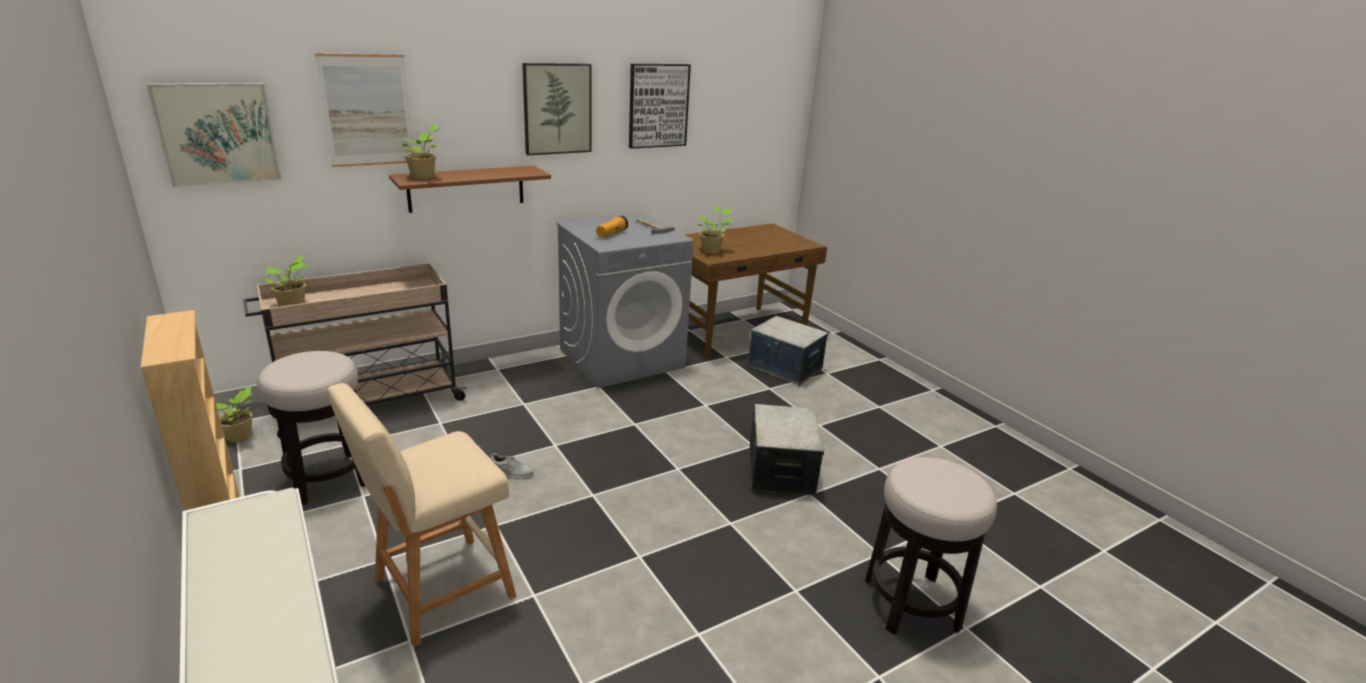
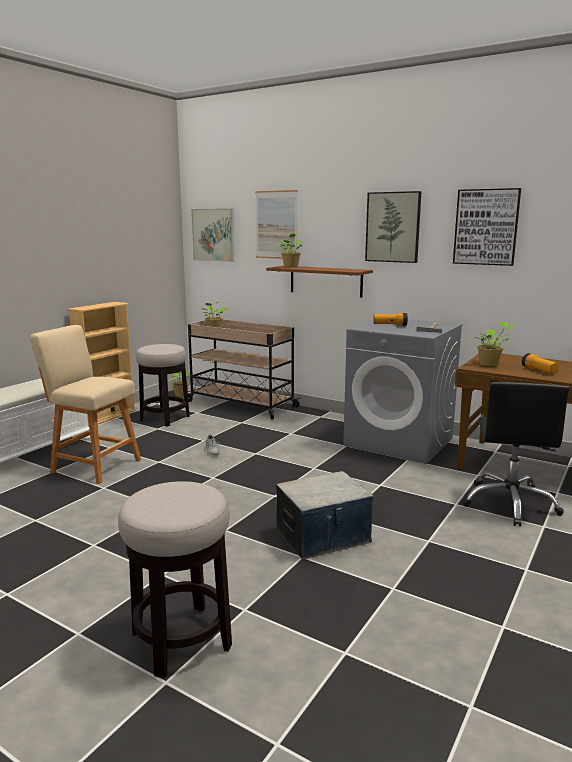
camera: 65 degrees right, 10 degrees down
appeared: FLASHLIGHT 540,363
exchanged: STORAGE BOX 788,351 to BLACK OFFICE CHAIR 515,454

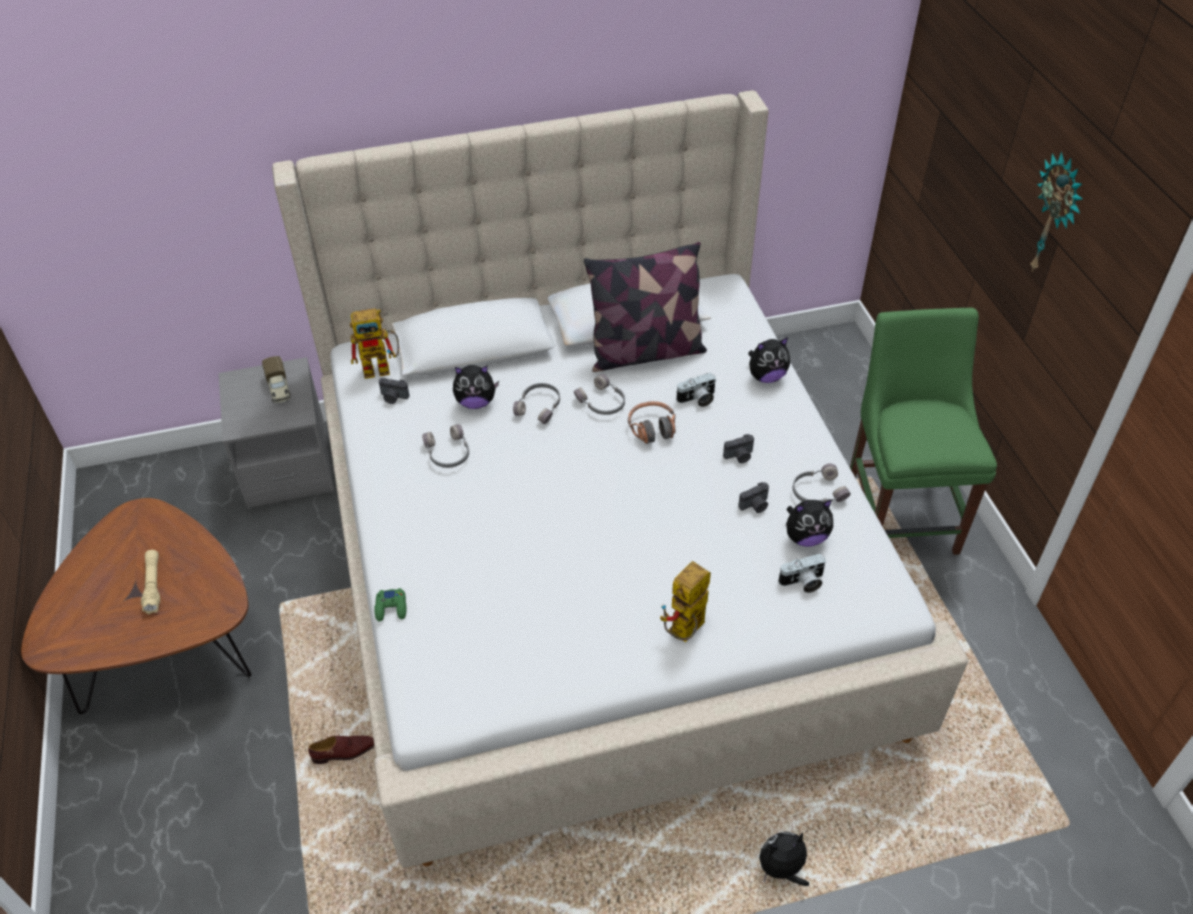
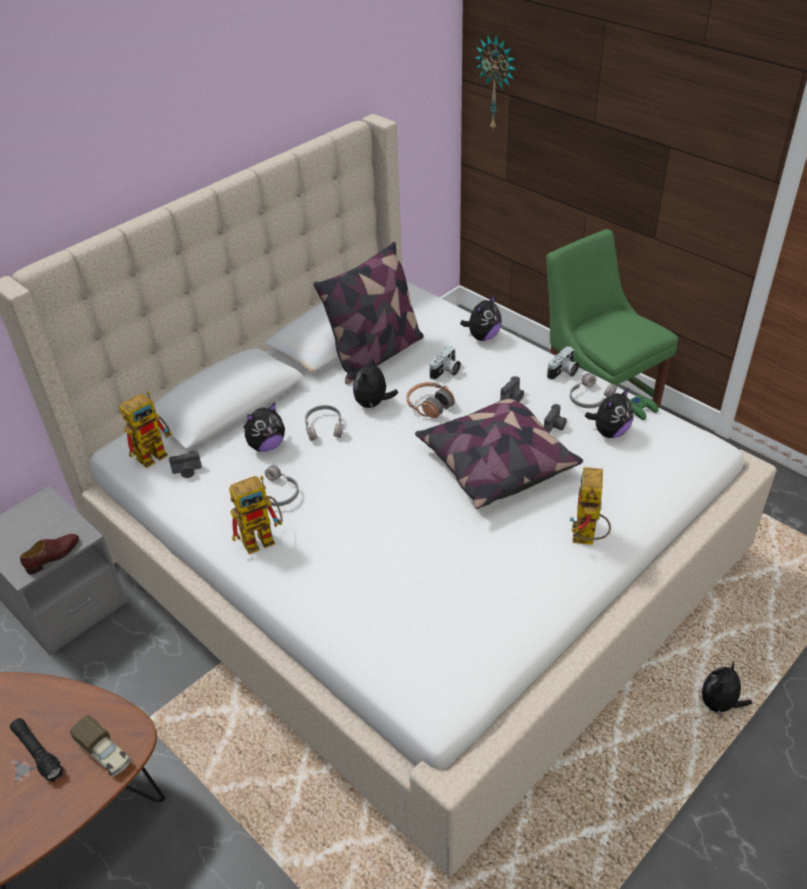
camera: 30 degrees left, 5 degrees down
appeared: PILLOW 499,452; TOY ROBOT 255,515
relocated: WALL CLOCK 1056,212 to 495,83; TOY TRUCK 276,379 to 101,746; PHOTO CAMERA 802,573 to 563,363; GREEN GAME CONTROLLER 390,604 to 644,407; BROWN SHOE 341,750 to 49,554
exchanged: GREY HEADPHONES 599,394 to PLUSH TOY 375,383
colour: BEIGE FLASHLIGHT 150,582 to BLACK FLASHLIGHT 36,750

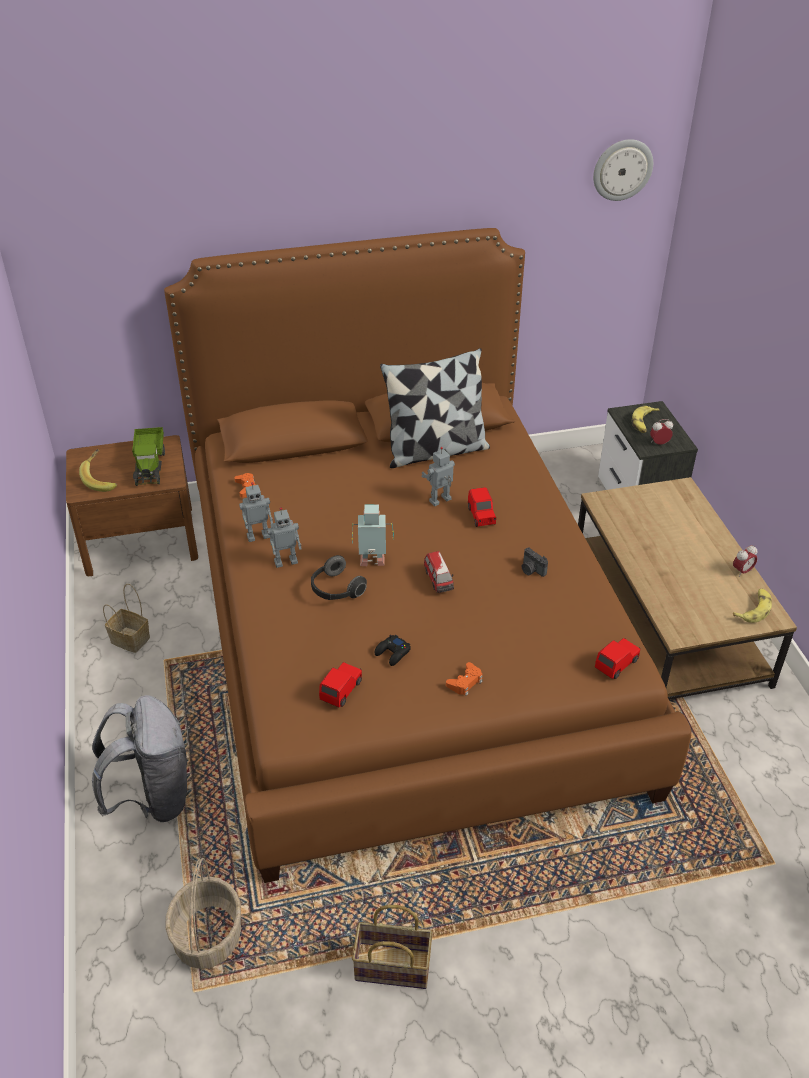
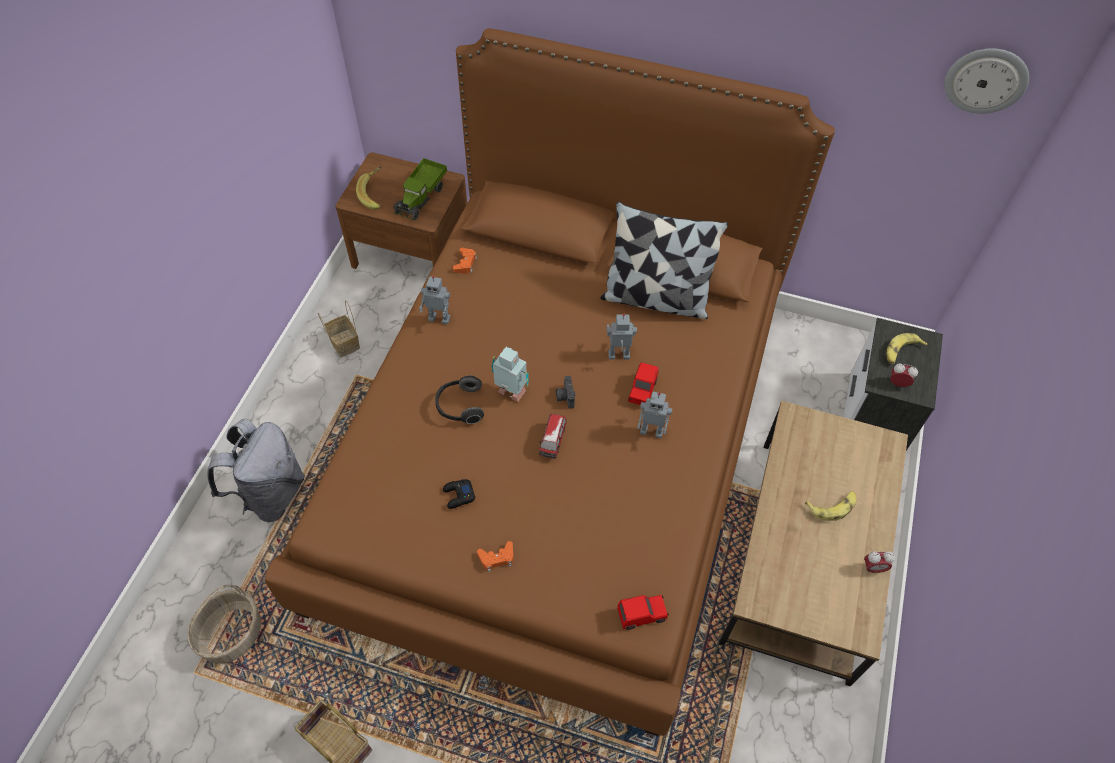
camera: 30 degrees right, 15 degrees up
missing: RED TOY CAR 340,684
relocated: TOY ROBOT 284,537 to 654,415; PHOTO CAMERA 535,562 to 565,392; BANANA 752,606 to 830,506

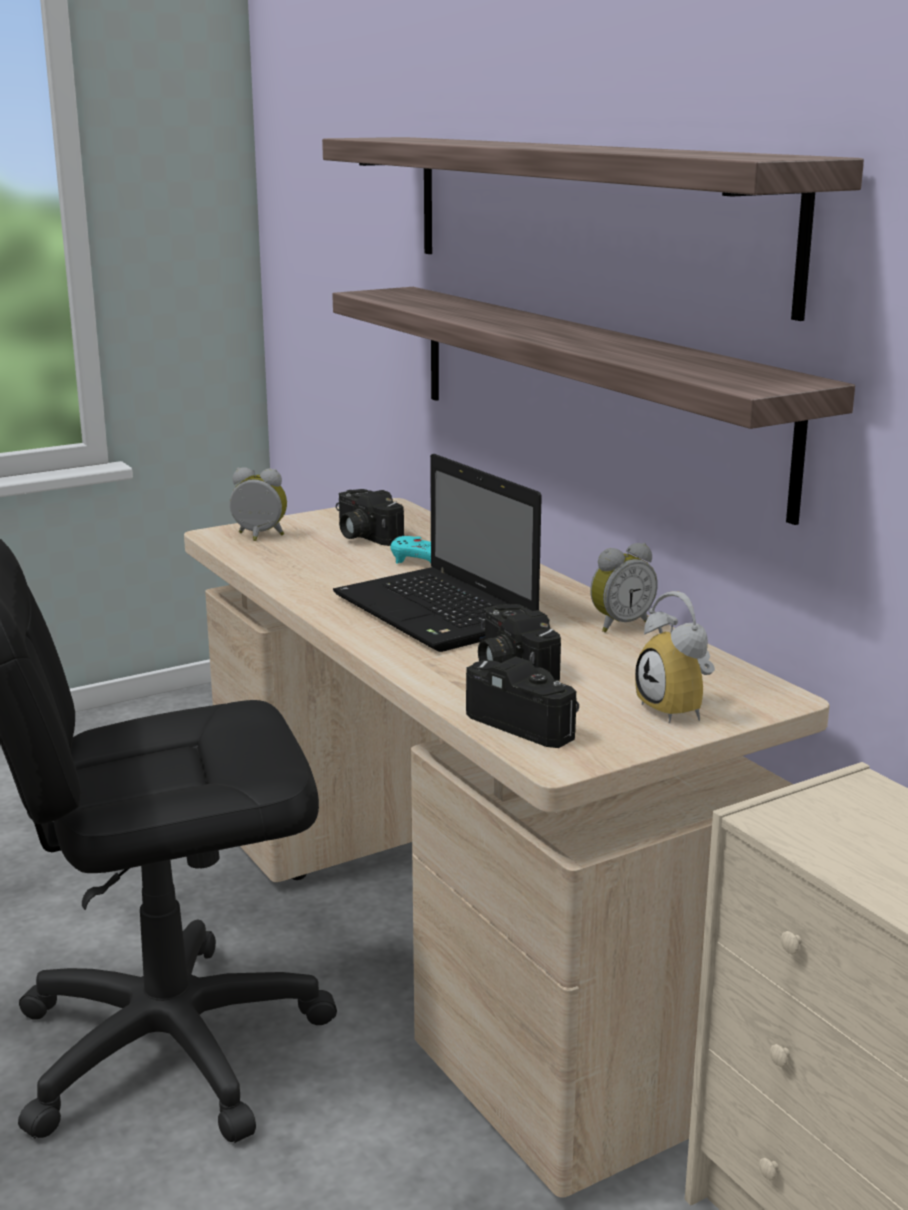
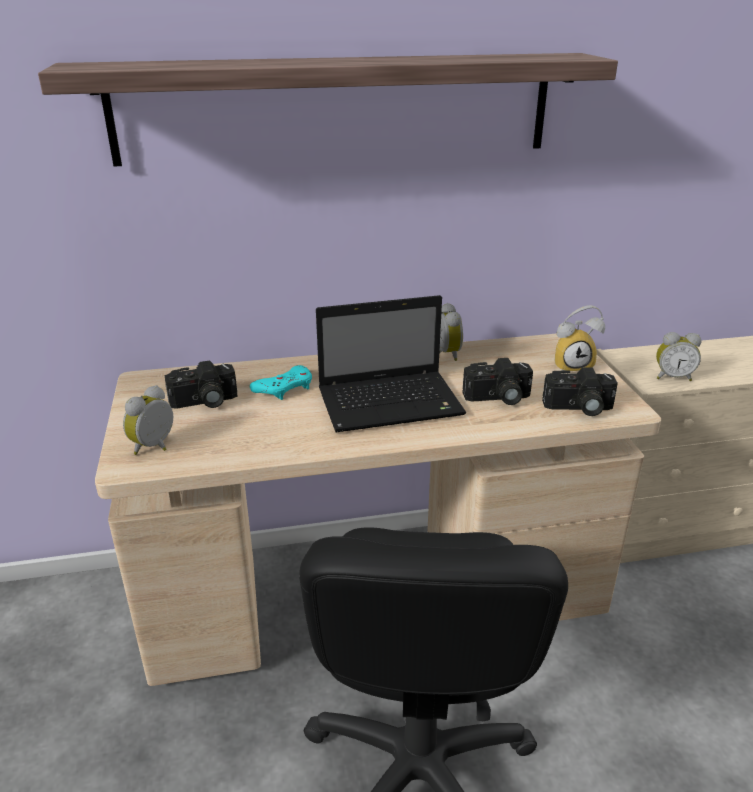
camera: 70 degrees left, 10 degrees up
missing: SHELF 593,406
appeared: ALARM CLOCK 678,356
spun: PHOTO CAMERA 522,702 = 580,391 150 degrees counterclockwise

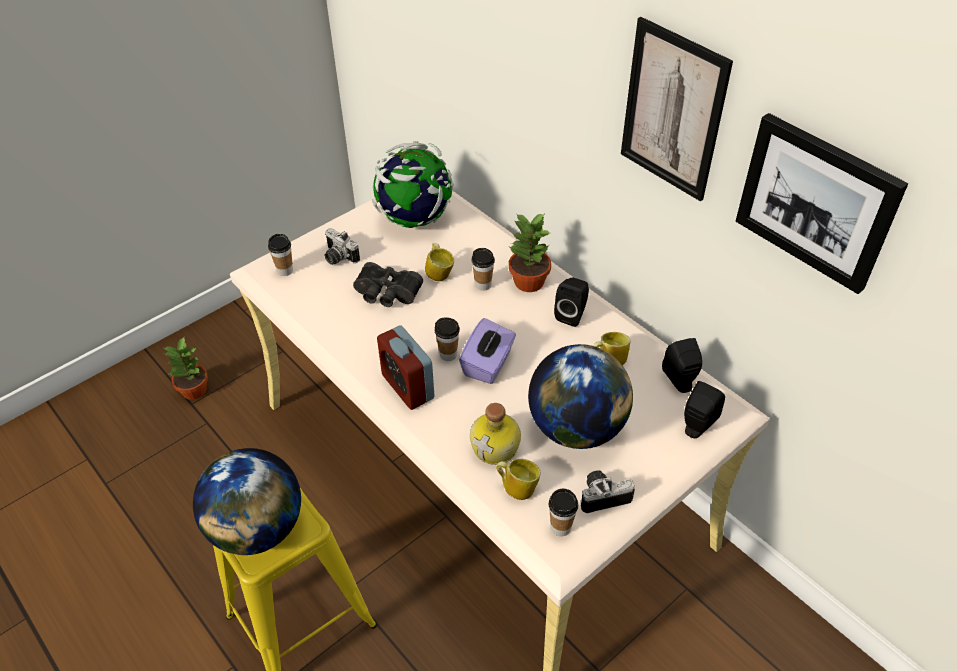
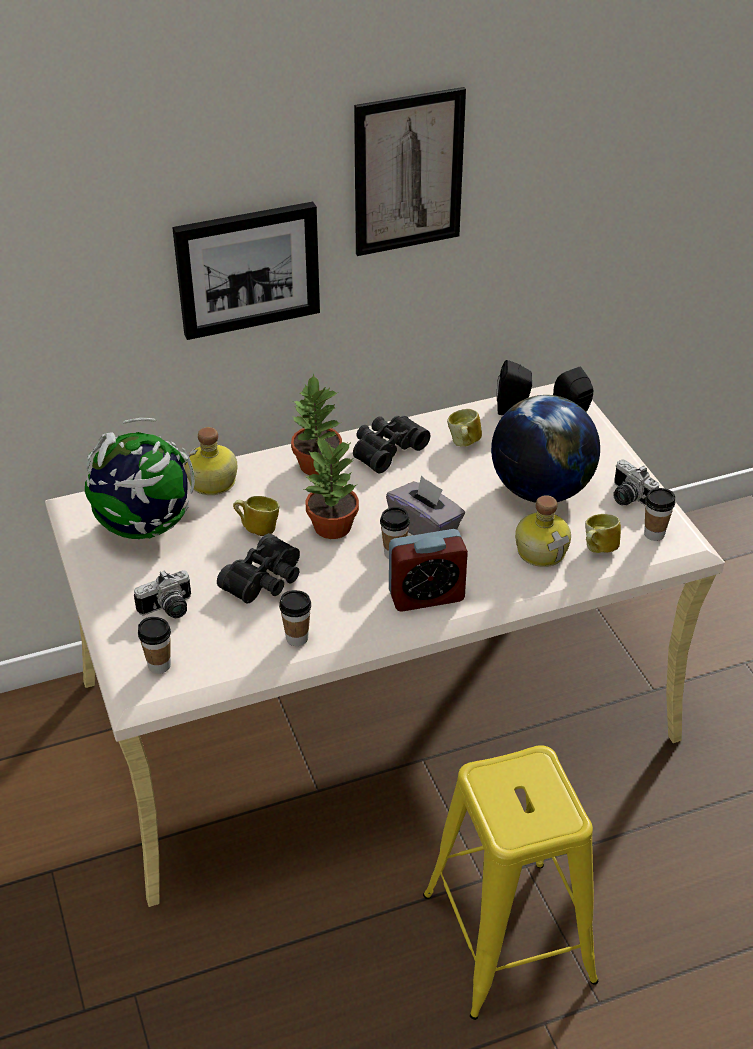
camera: 70 degrees left, 5 degrees down
missing: GLOBE 247,501
appeared: BOTTLE 210,461
relocated: PICTURE 822,203 to 246,271; CUP 483,269 to 295,618; POTTED PLANT 186,369 to 331,487
exchanged: BLACK SPEAKER 571,302 to BLACK BINOCULARS 391,444
colour: PURPLE TISSUE BOX 487,351 to GREY TISSUE BOX 425,505
spun: PHOTO CAMERA 608,491 = 636,482 45 degrees counterclockwise

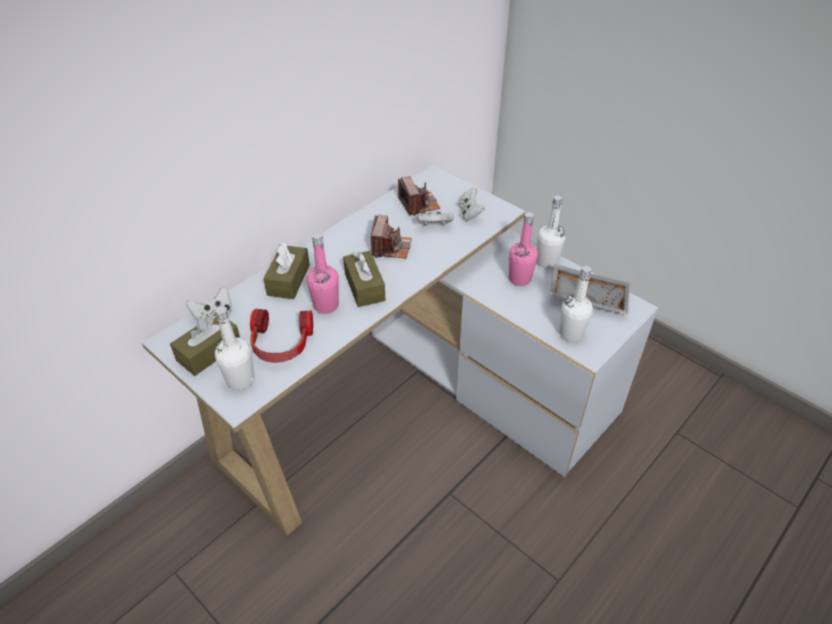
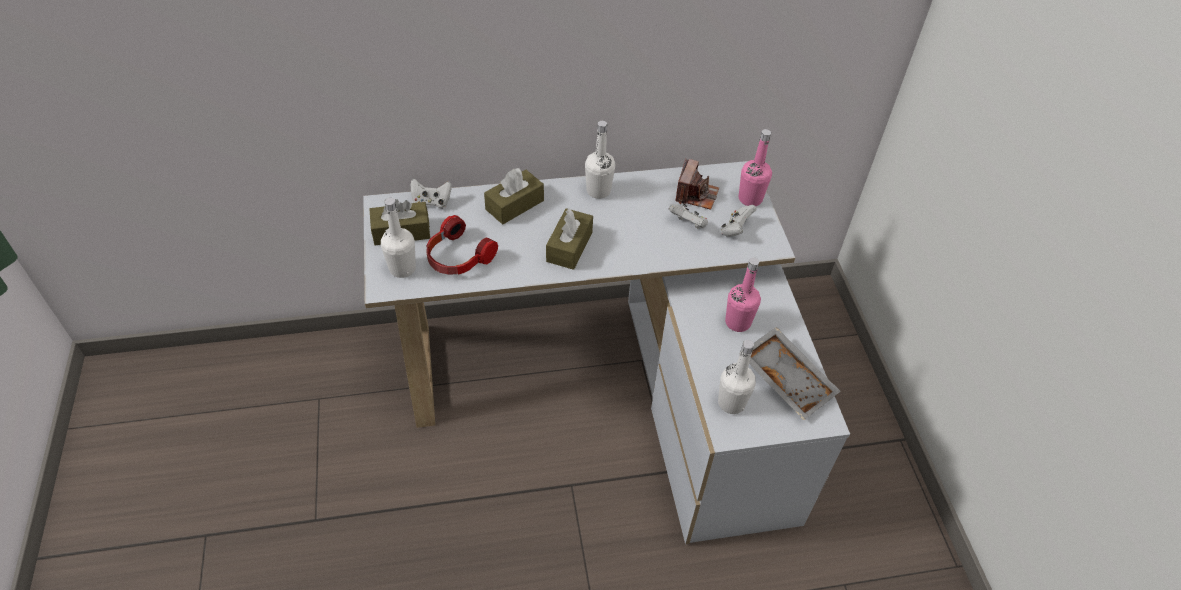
camera: 35 degrees right, 5 degrees up
missing: PHOTO CAMERA 391,237
relocated: WHITE BOTTLE 551,231 to 600,160; PINK BOTTLE 323,273 to 755,167

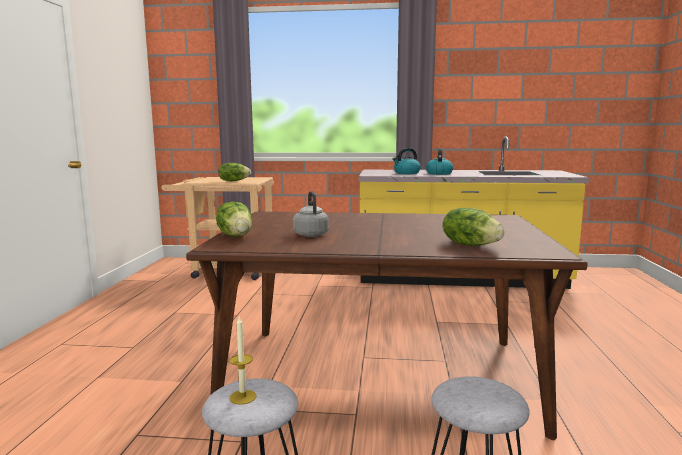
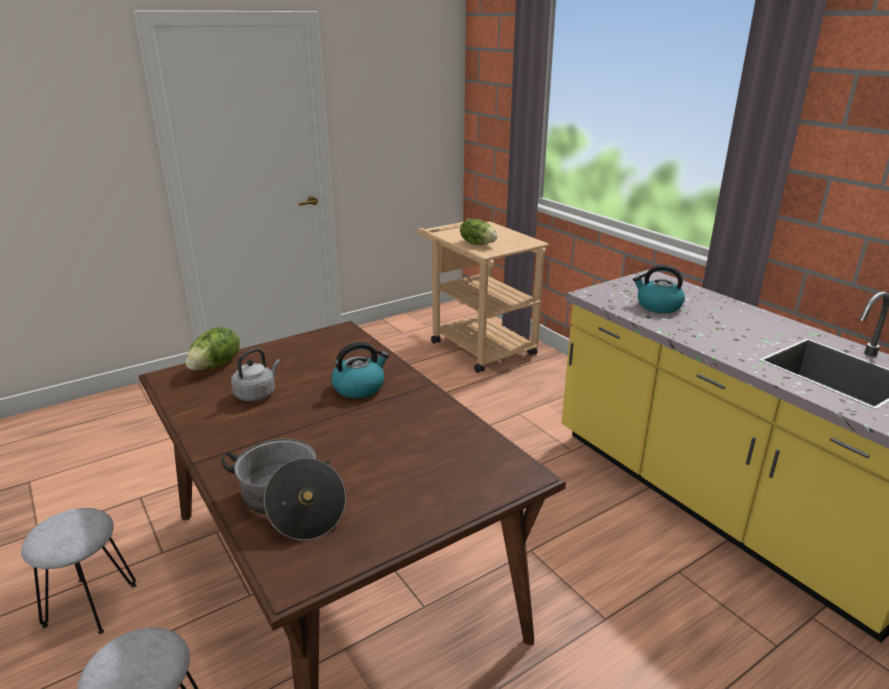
camera: 50 degrees right, 15 degrees up
missing: CANDLE 242,361
relocated: KETTLE 439,161 to 360,370
exchanged: LETTUCE 474,227 to COOKING POT 283,489

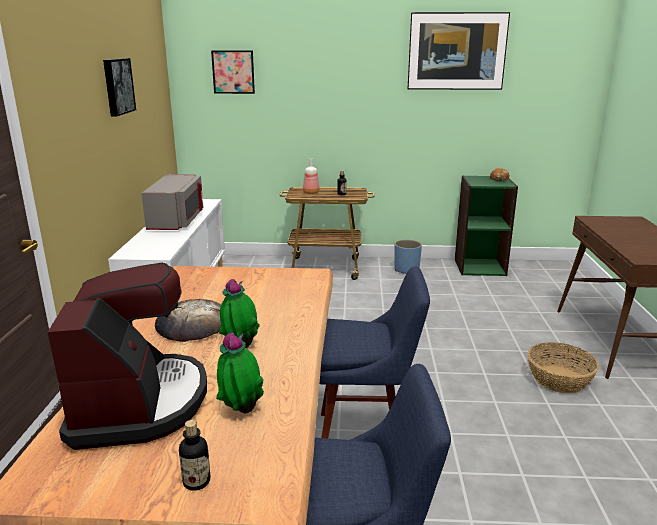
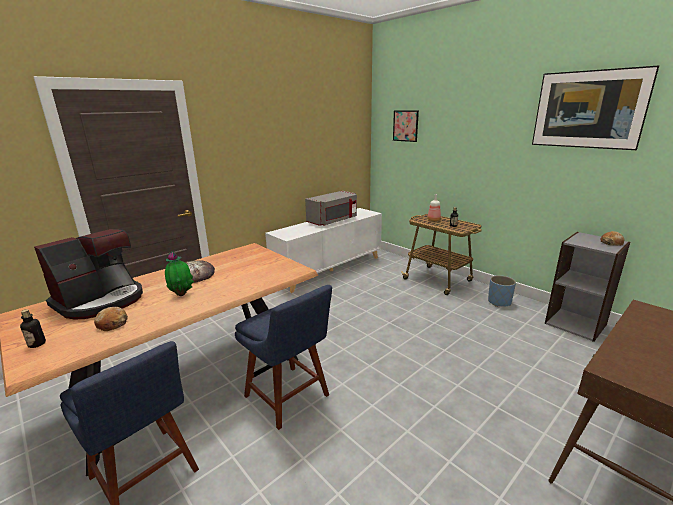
camera: 45 degrees right, 0 degrees up
missing: PICTURE 119,87; BASKET 563,367
exchanged: POTTED PLANT 240,373 to BREAD 111,319
colour: GREEN BOOKCASE 486,226 to GREY BOOKCASE 587,287

